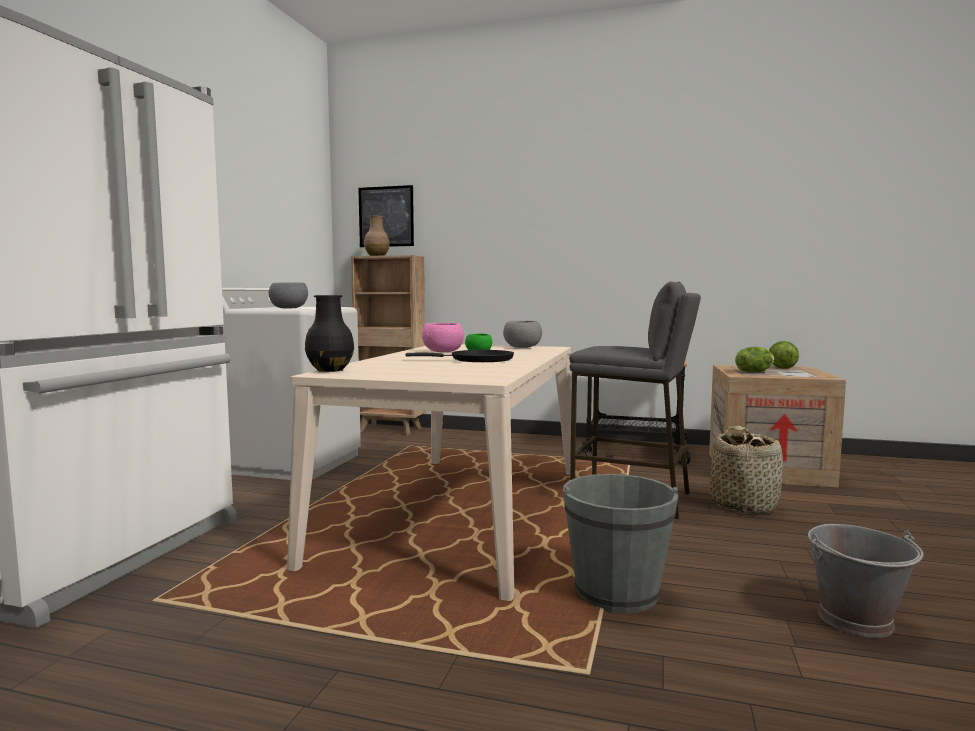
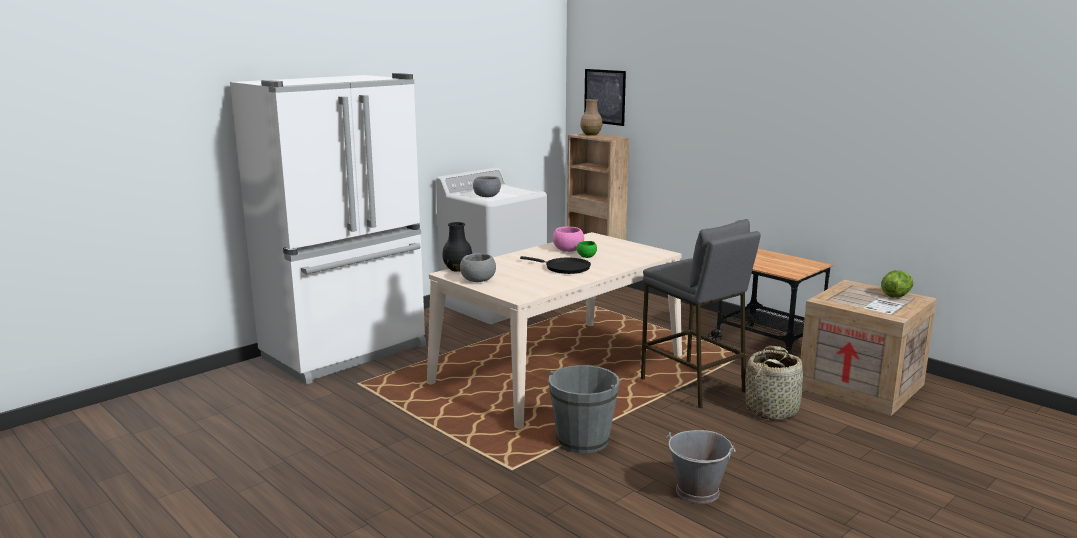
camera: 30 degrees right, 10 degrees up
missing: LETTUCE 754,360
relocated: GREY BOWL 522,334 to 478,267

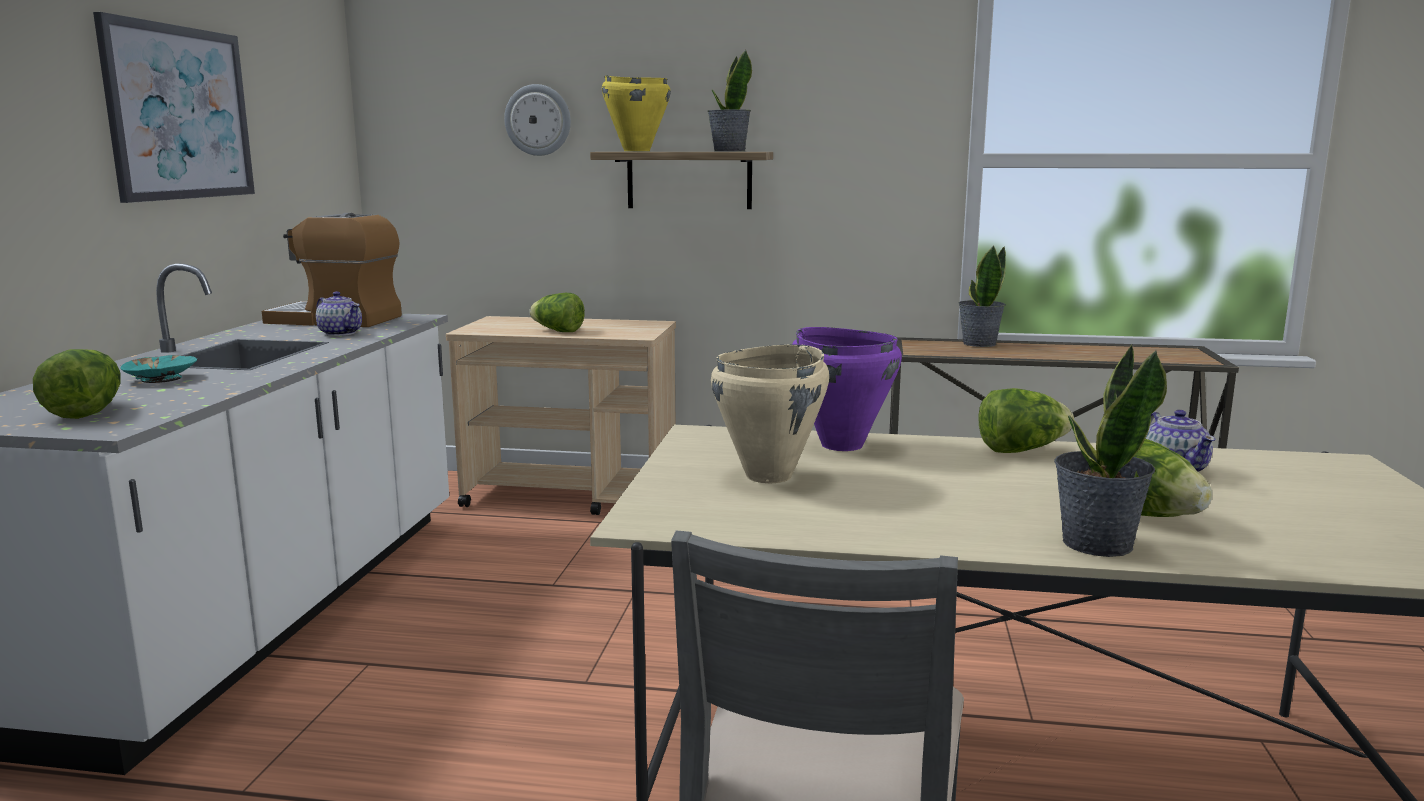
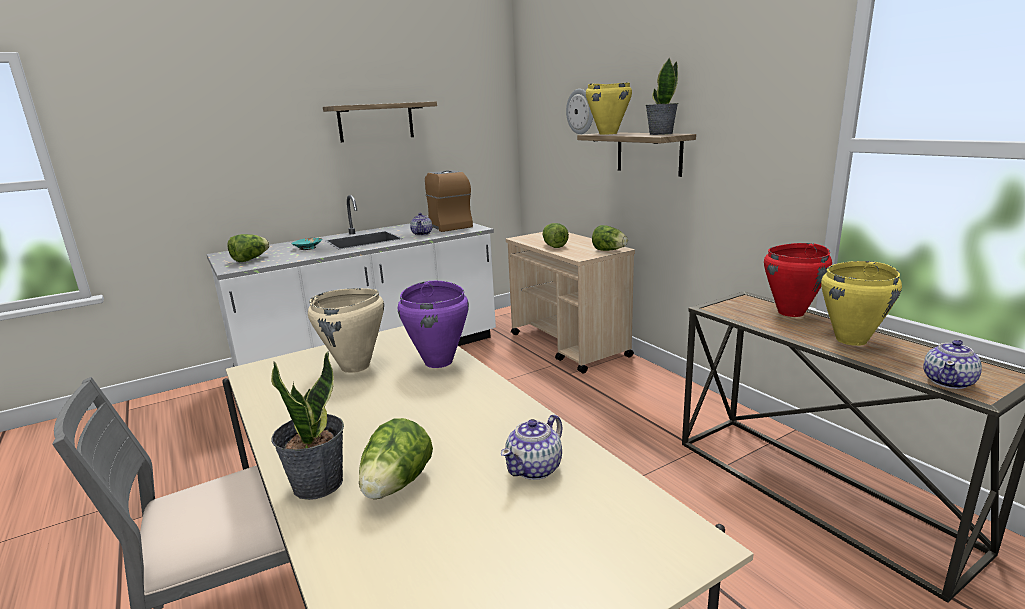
camera: 50 degrees right, 5 degrees up
appeared: YELLOW COOKING POT 861,303; TEAPOT 953,364
relocated: LETTUCE 1026,420 to 610,238
exchanged: PICTURE 174,107 to SHELF 380,122; POTTED PLANT 982,296 to RED COOKING POT 798,280

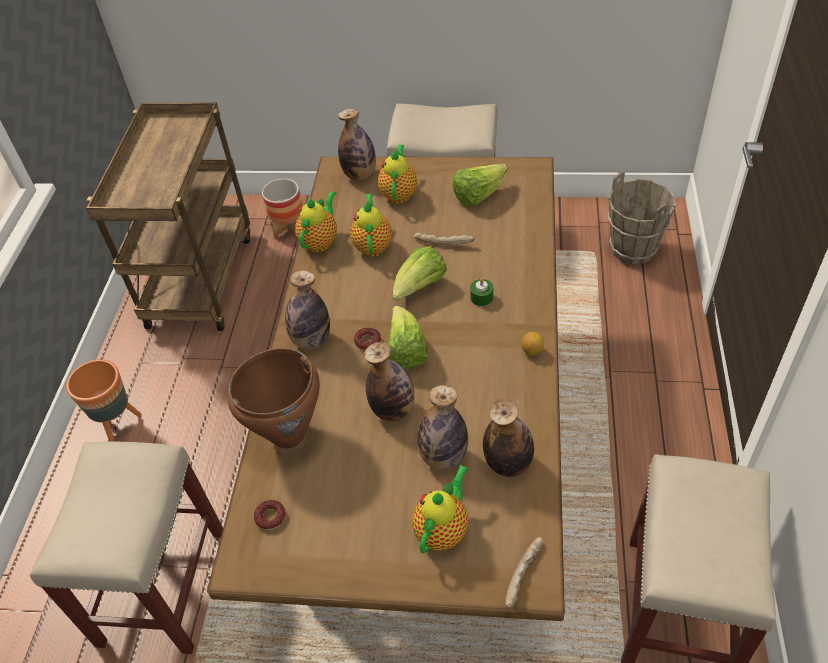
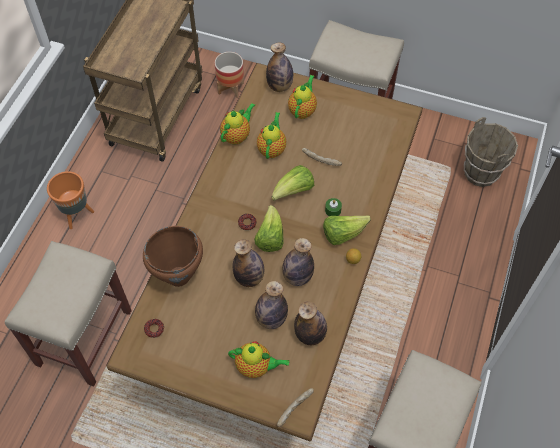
camera: 10 degrees right, 10 degrees up
relocated: LETTUCE 479,185 to 347,230; BOTTLE 307,309 to 298,262
spun: TEAPOT 440,508 = 258,359 60 degrees clockwise

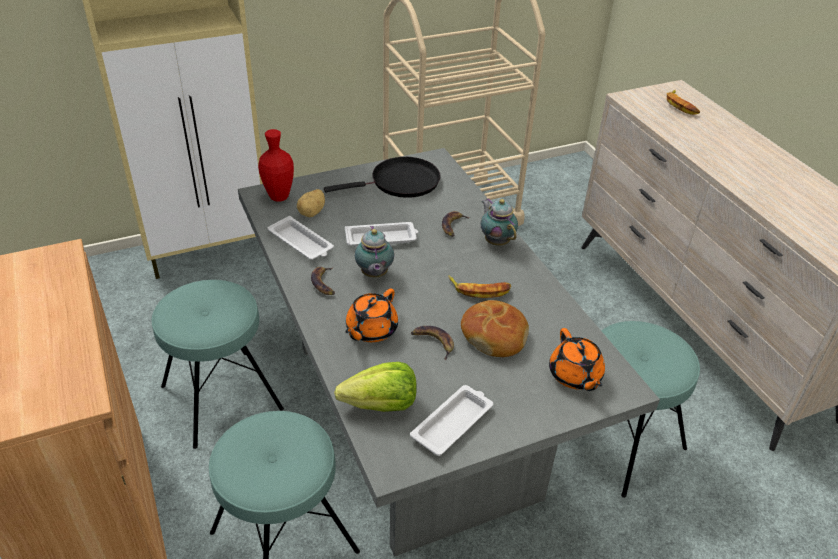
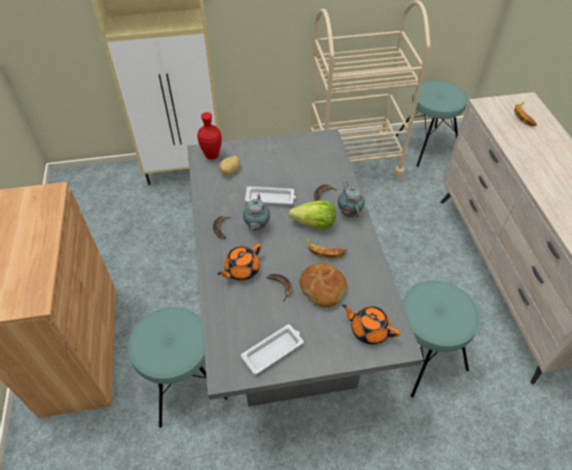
camera: 15 degrees right, 10 degrees up
missing: BLACK FRYING PAN 382,177; WHITE TRAY 300,238
relocated: TURQUOISE STOOL 217,364 to 431,123; LETTUCE 375,387 to 312,214
spun: ORANGE TEAPOT 577,359 = 371,324 120 degrees clockwise

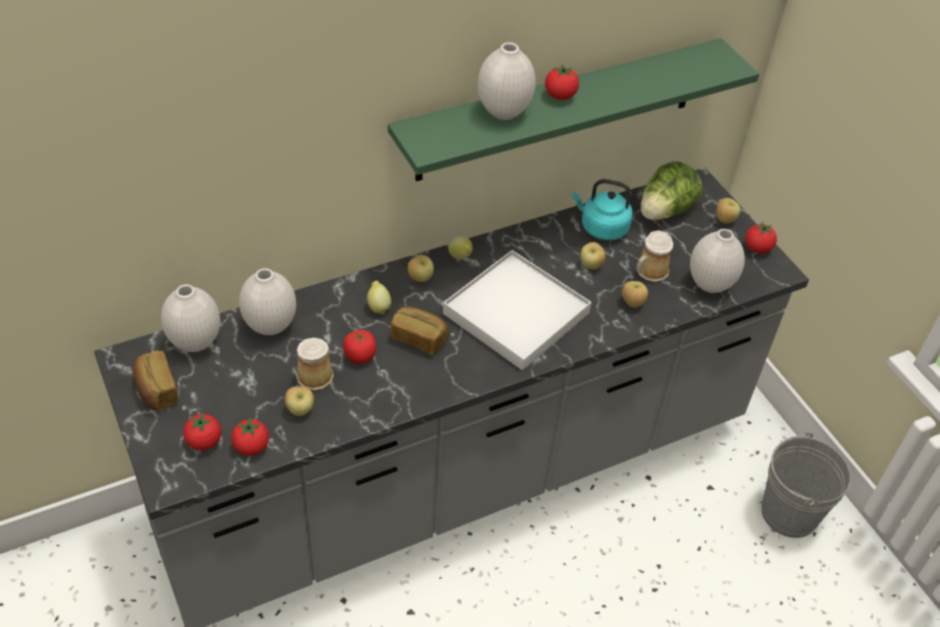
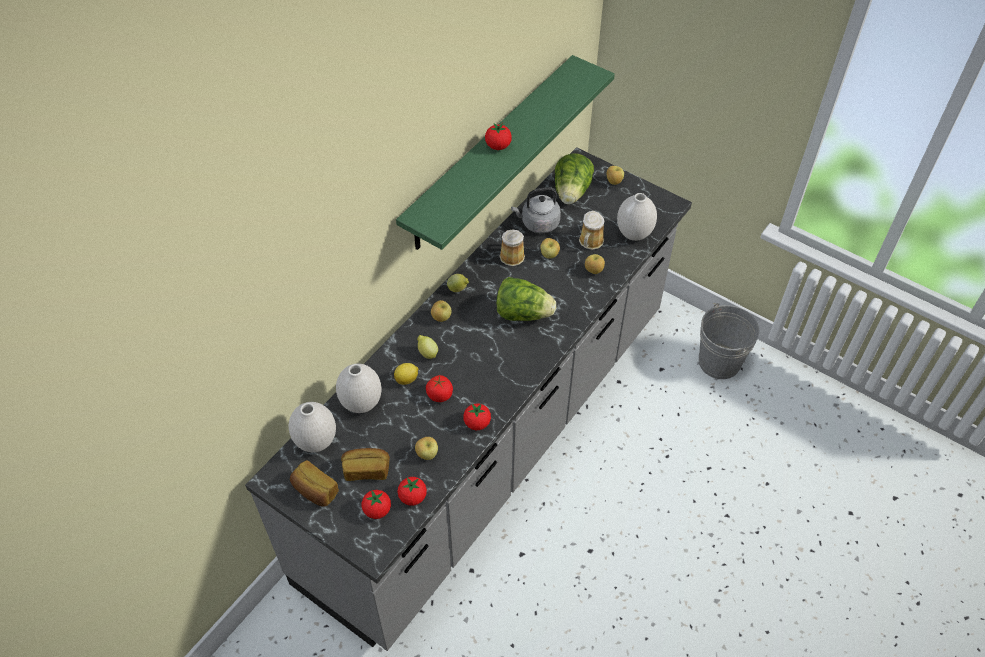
camera: 25 degrees left, 5 degrees up
missing: WHITE VASE 507,81
appeared: LEMON 406,374
relocated: TOMATO 761,237 to 477,416; BREAD 420,330 to 365,464; MUG 315,364 to 512,247
exchanged: WHITE TRAY 517,310 to LETTUCE 526,299
colour: TURQUOISE KETTLE 602,209 to GREY KETTLE 536,210

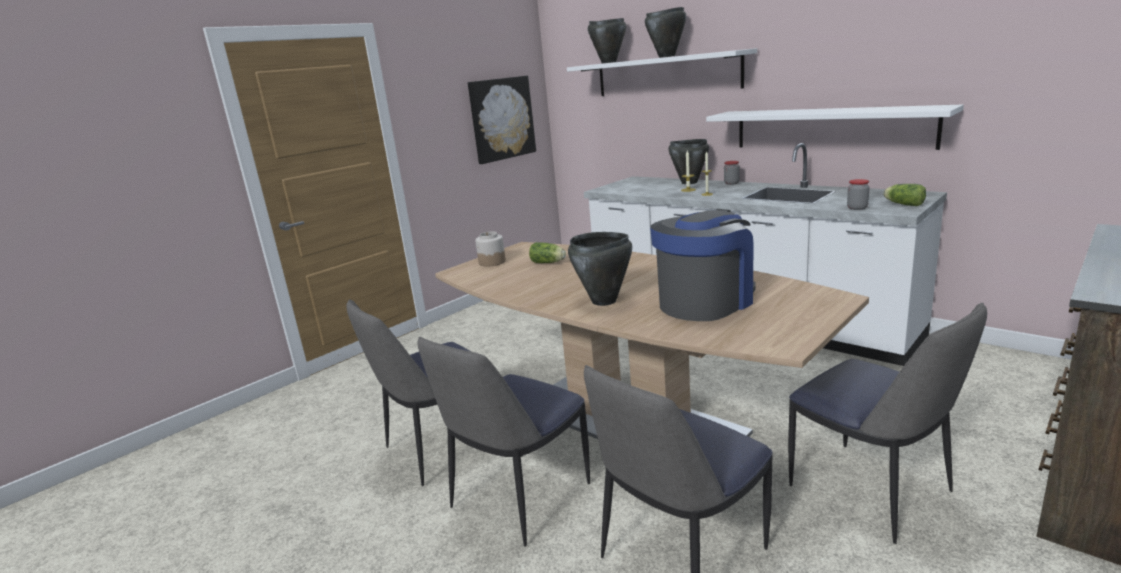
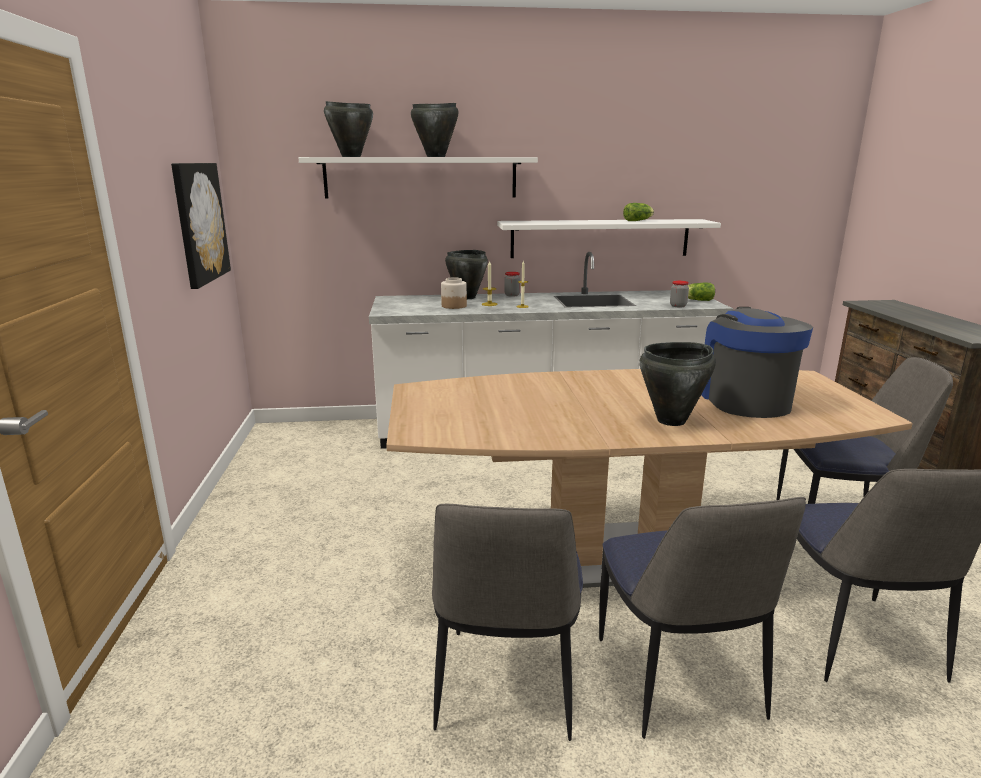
camera: 50 degrees left, 0 degrees up
relocated: JAR 490,249 to 454,293; LETTUCE 547,252 to 638,212

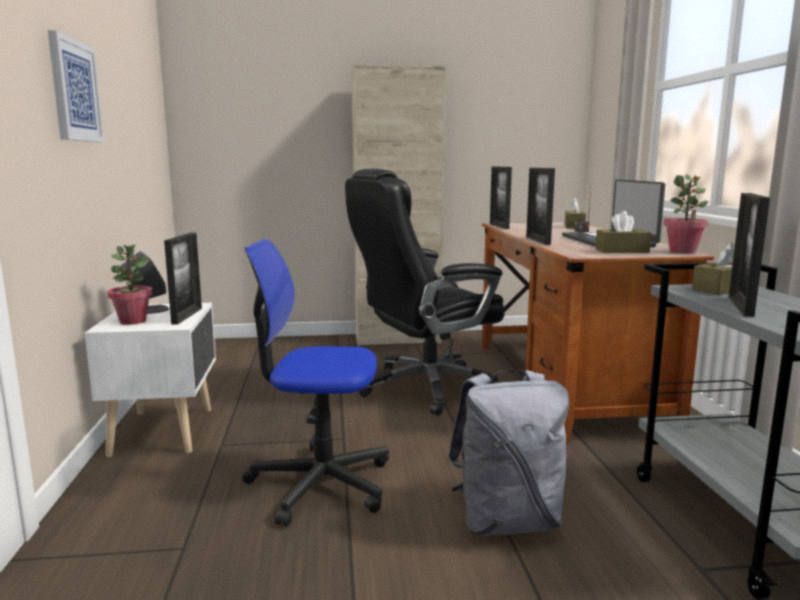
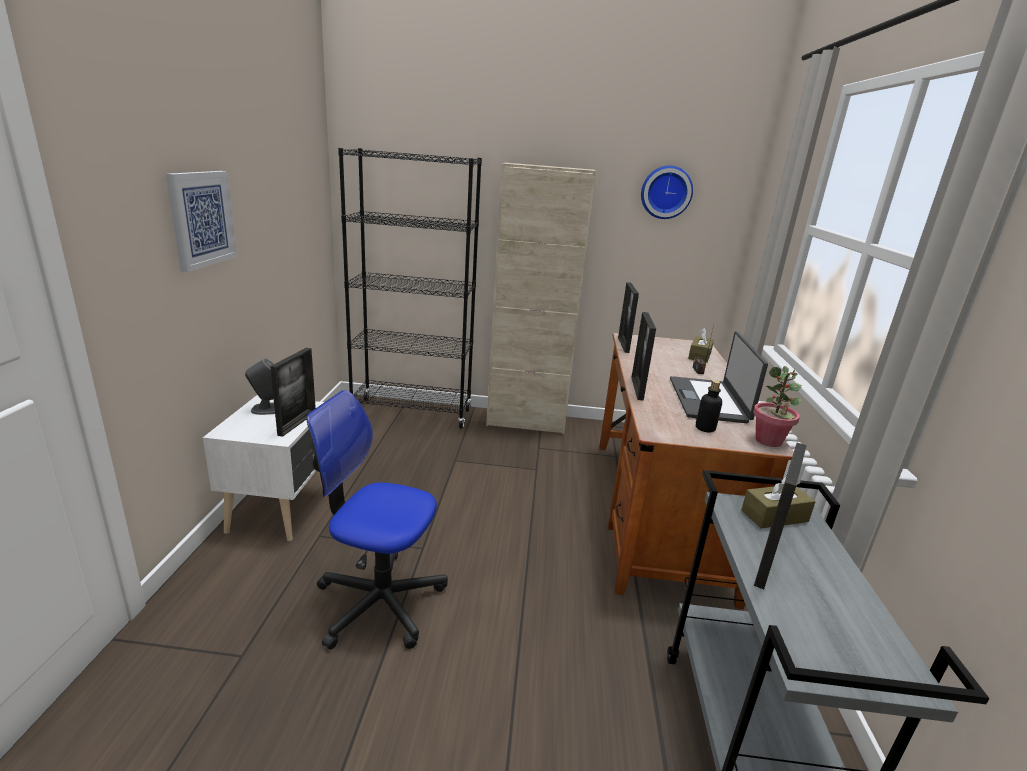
camera: 10 degrees right, 10 degrees up
missing: BLACK OFFICE CHAIR 425,292; POTTED PLANT 129,284; GREY BACKPACK 508,453
appeared: BLACK BOOKCASE 410,288; WALL CLOCK 667,192
exchanged: BROWN TISSUE BOX 623,232 to BOTTLE 709,406

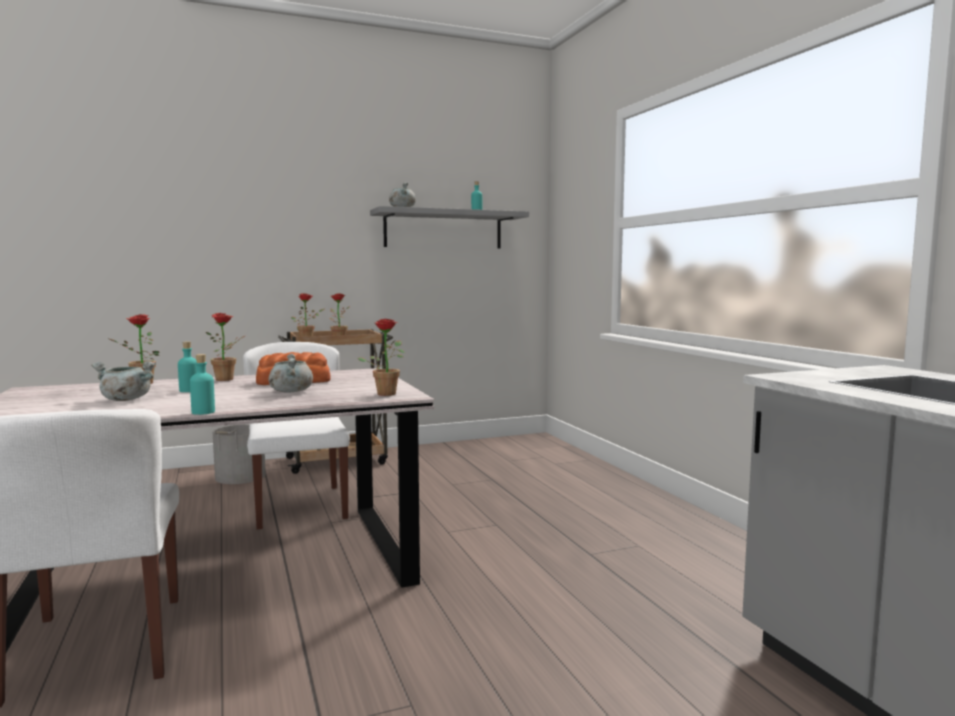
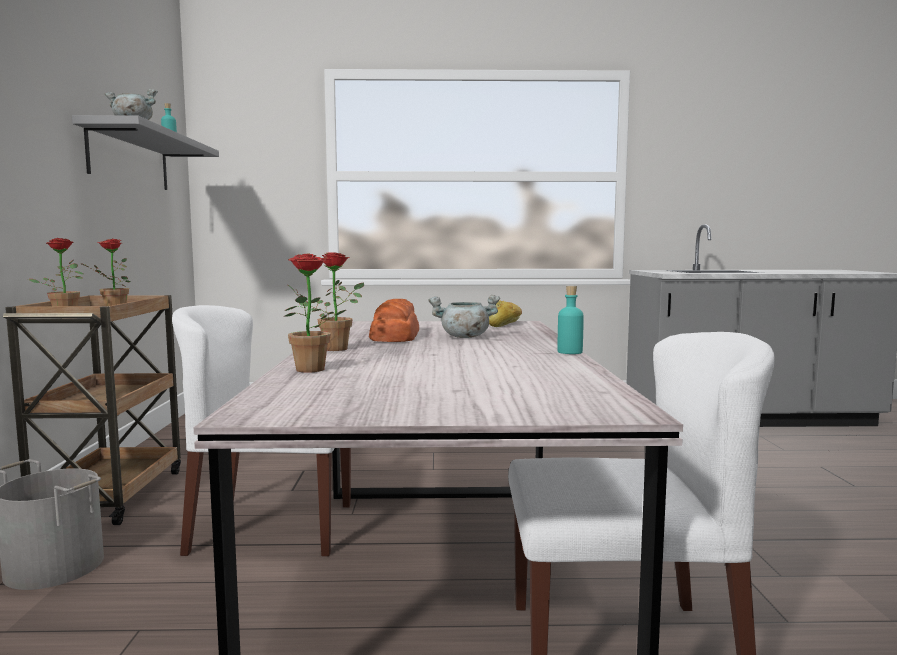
camera: 70 degrees left, 0 degrees up
missing: TURQUOISE BOTTLE 187,366; GREY COOKING POT 123,381
exchanged: POTTED PLANT 381,357 to BREAD 505,313

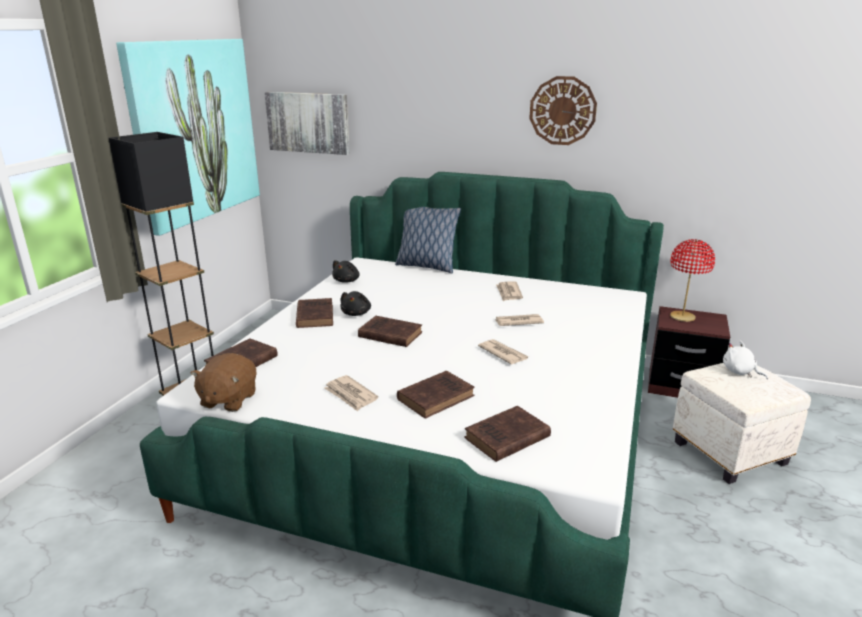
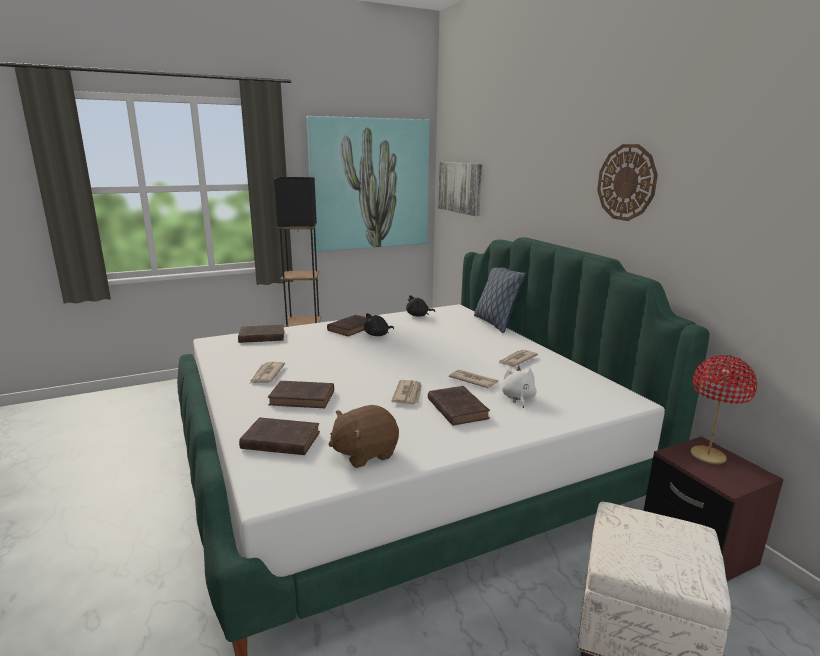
camera: 45 degrees right, 5 degrees down
relocated: BROWN BOOK 390,331 to 459,406; WHITE PLUSH TOY 745,360 to 519,387; BROWN PLUSH TOY 224,382 to 364,436

